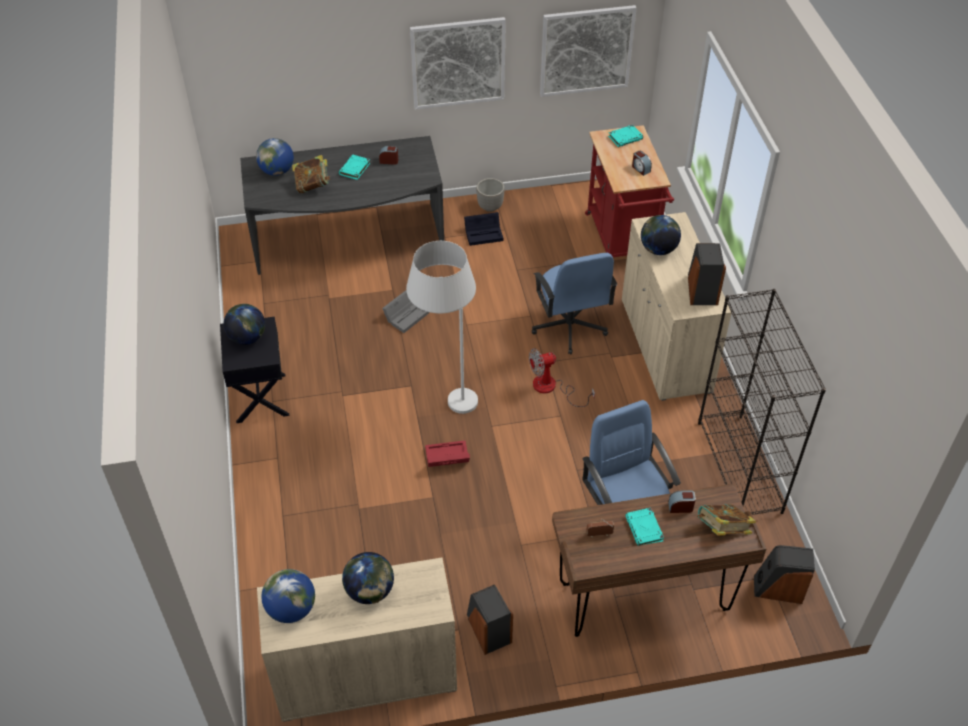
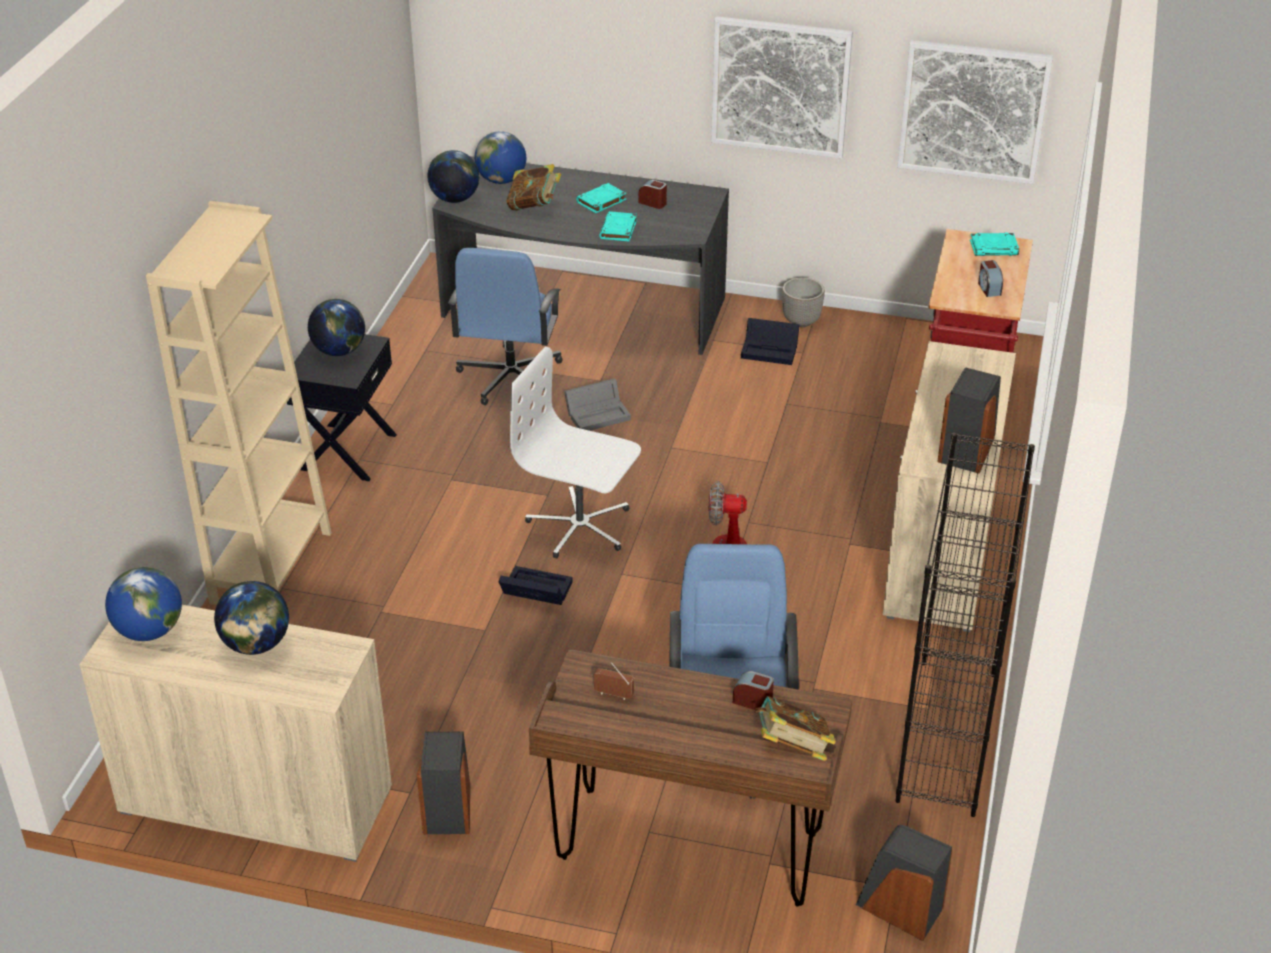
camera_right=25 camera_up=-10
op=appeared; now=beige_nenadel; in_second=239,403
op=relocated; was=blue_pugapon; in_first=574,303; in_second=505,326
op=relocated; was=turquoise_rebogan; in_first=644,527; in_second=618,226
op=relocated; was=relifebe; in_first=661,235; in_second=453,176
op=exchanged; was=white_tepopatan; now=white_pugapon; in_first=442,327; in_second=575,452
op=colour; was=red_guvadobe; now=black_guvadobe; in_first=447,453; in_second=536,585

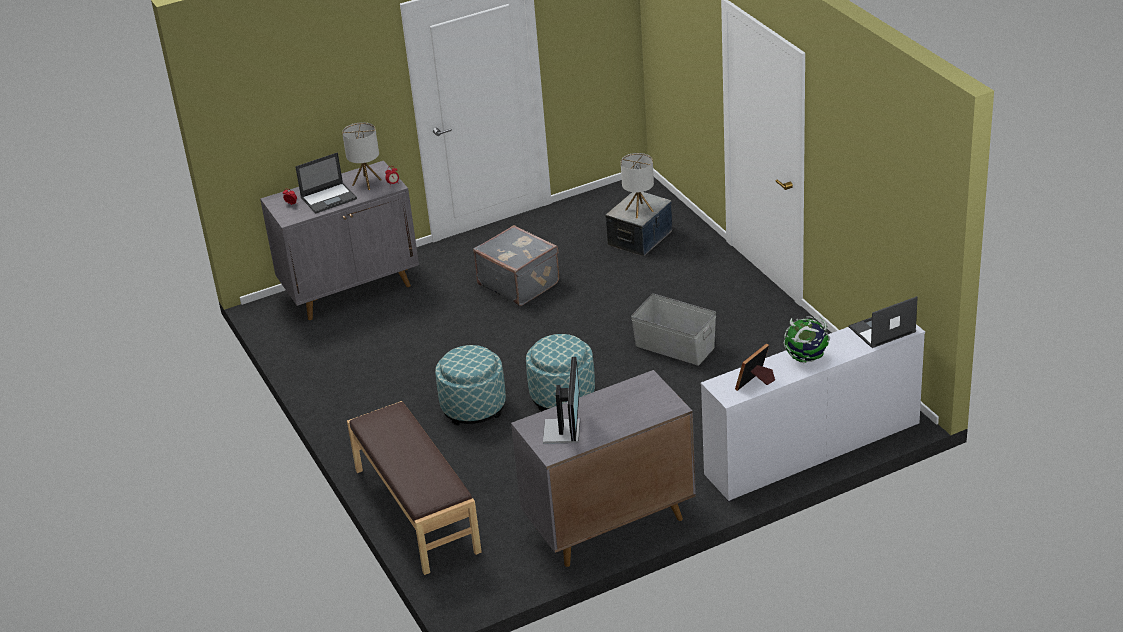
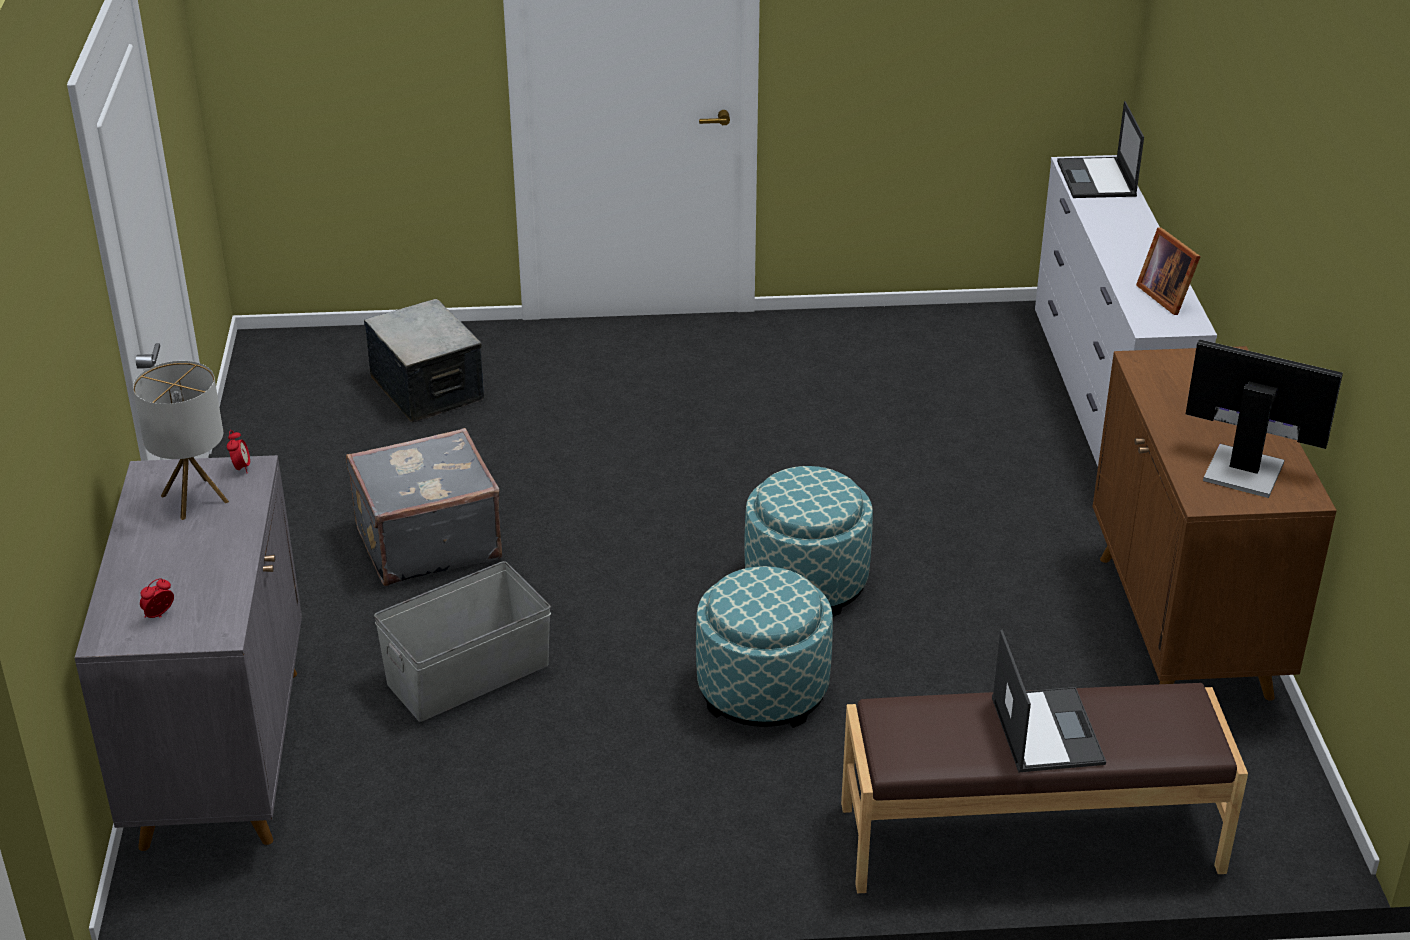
camera_right=-70 camera_up=0
op=missing; was=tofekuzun; in_first=637,186
op=missing; was=relifebe; in_first=807,339
op=relocated; was=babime; in_first=326,183; in_second=1049,701
op=relocated; was=grey_guvadobe; in_first=673,330; in_second=462,641
op=colour; was=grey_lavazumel; now=brown_lavazumel; in_first=603,468; in_second=1215,523

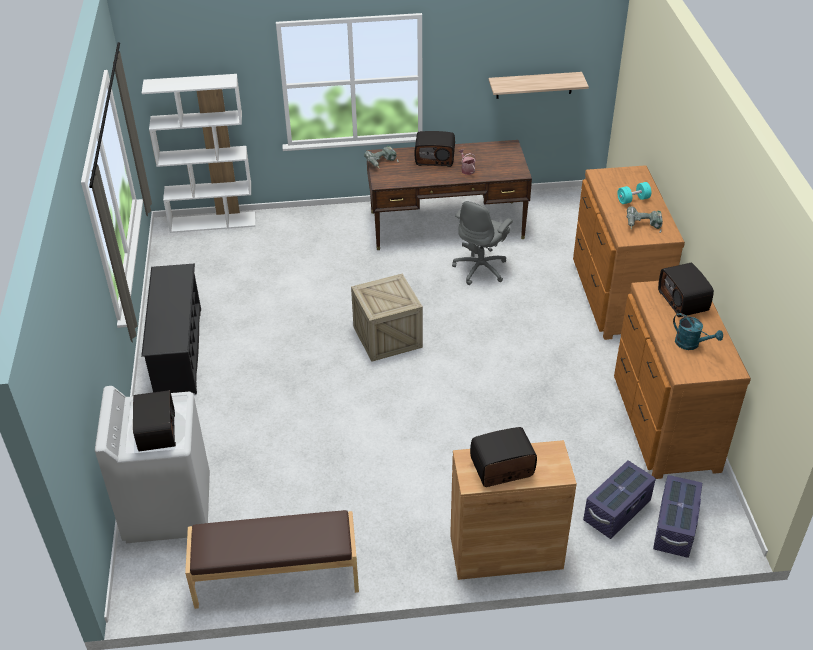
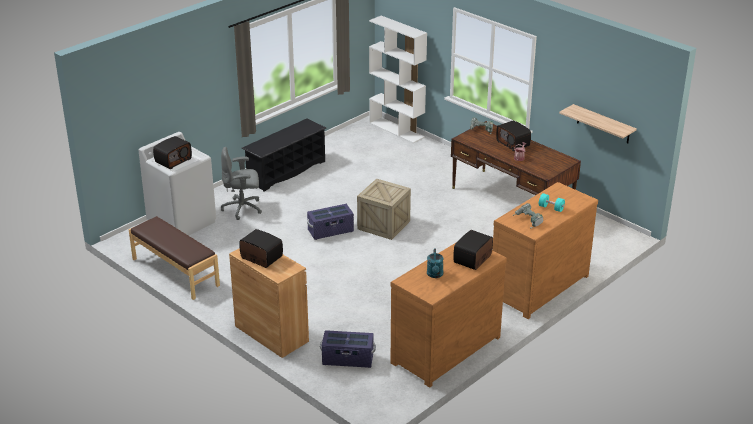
camera_right=50 camera_up=-10
op=relocated; was=grey_pugapon; in_first=482,243; in_second=241,183
op=relocated; was=purple_guvadobe; in_first=677,516; in_second=330,222

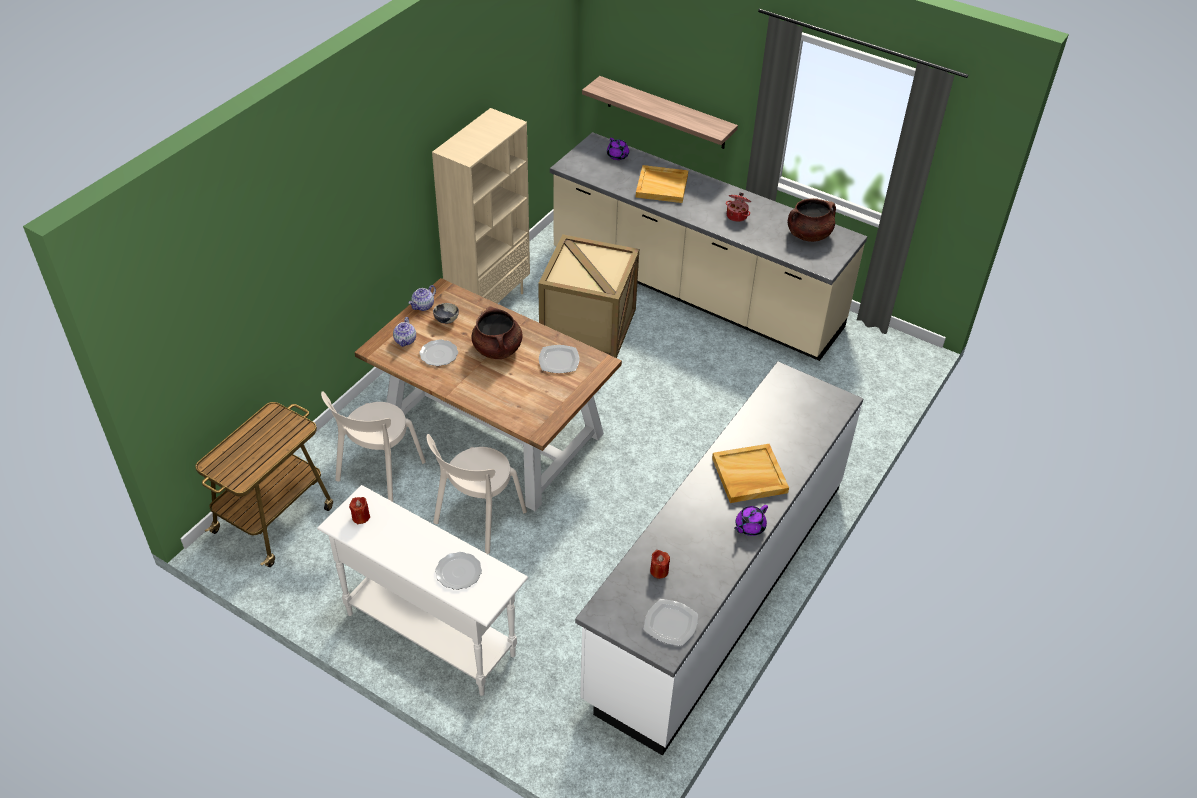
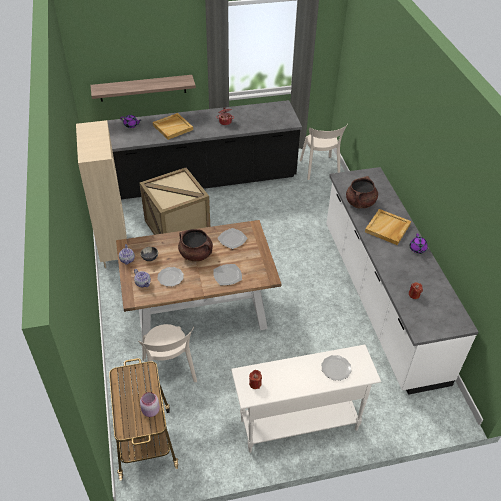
camera_right=-45 camera_up=0
op=appeared; now=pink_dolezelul; in_second=150,404
op=relocated; was=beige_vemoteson; in_first=477,494; in_second=324,152
op=relocated; was=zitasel; in_first=671,622; in_second=227,274
op=relocated; was=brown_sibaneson; in_first=812,220; in_second=362,192
op=colour; was=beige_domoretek; now=black_domoretek; in_first=708,246; in_second=204,149

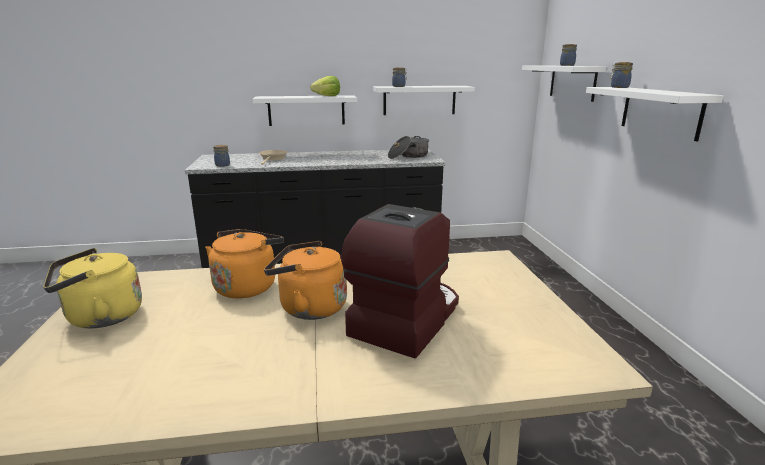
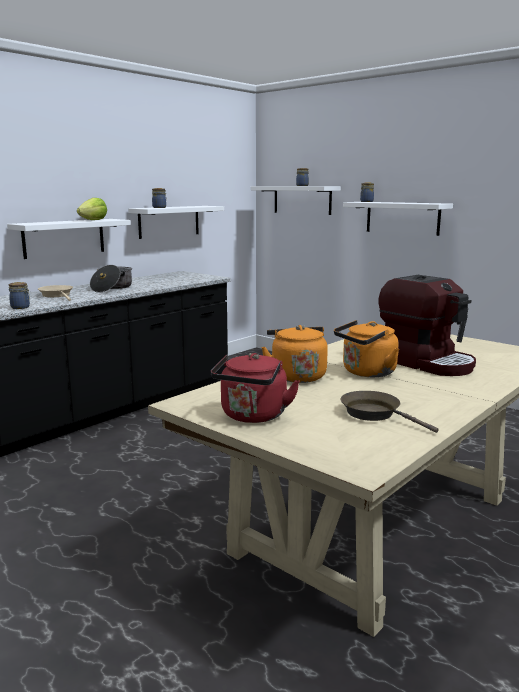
camera_right=-40 camera_up=-5
op=appeared; now=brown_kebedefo; in_second=390,412
op=relocated; was=sibaneson; in_first=408,147; in_second=111,278
op=colour; was=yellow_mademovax; now=red_mademovax; in_first=93,288; in_second=255,388
op=spun; was=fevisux; in_first=400,281; in_second=427,325; clockwise=150

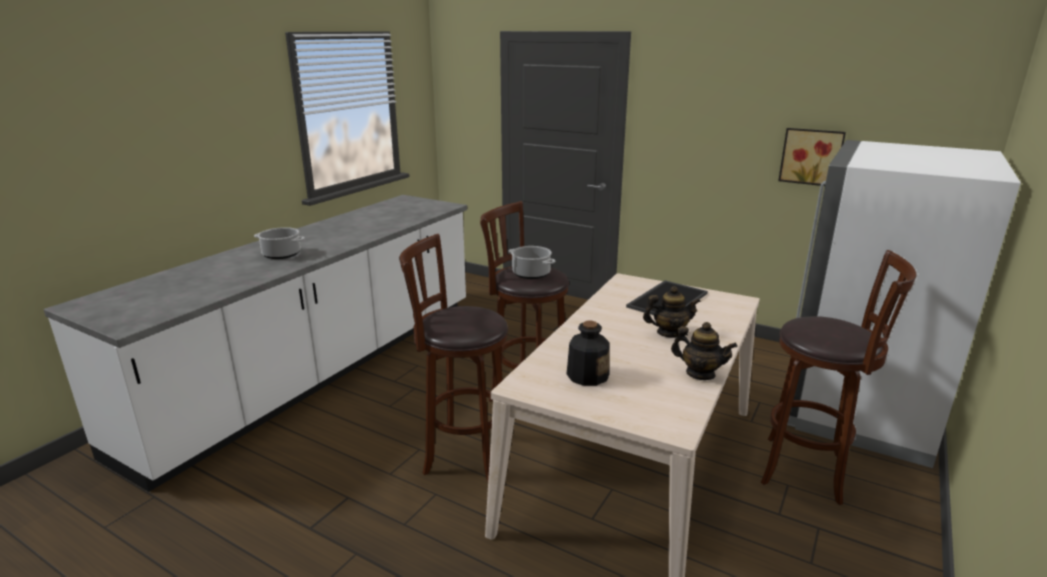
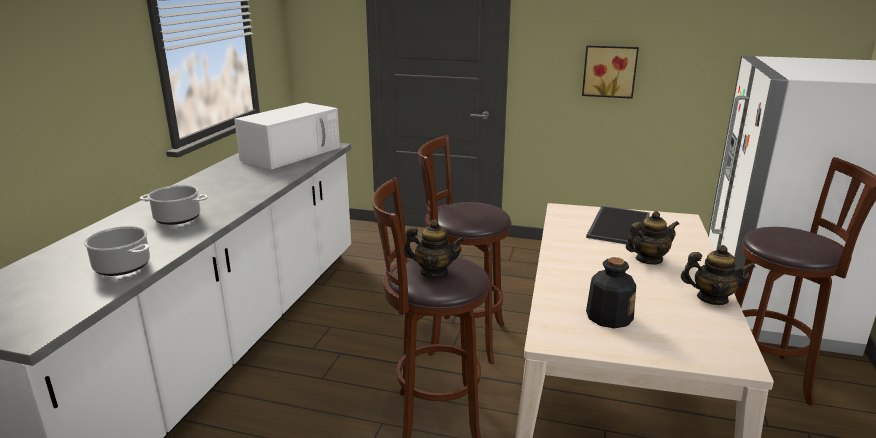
camera_right=-15 camera_up=0
op=appeared; now=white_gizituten; in_second=287,136
op=appeared; now=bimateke; in_second=434,249
op=relocated; was=sibaneson; in_first=532,262; in_second=117,251
op=relocated; was=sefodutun; in_first=812,157; in_second=610,72

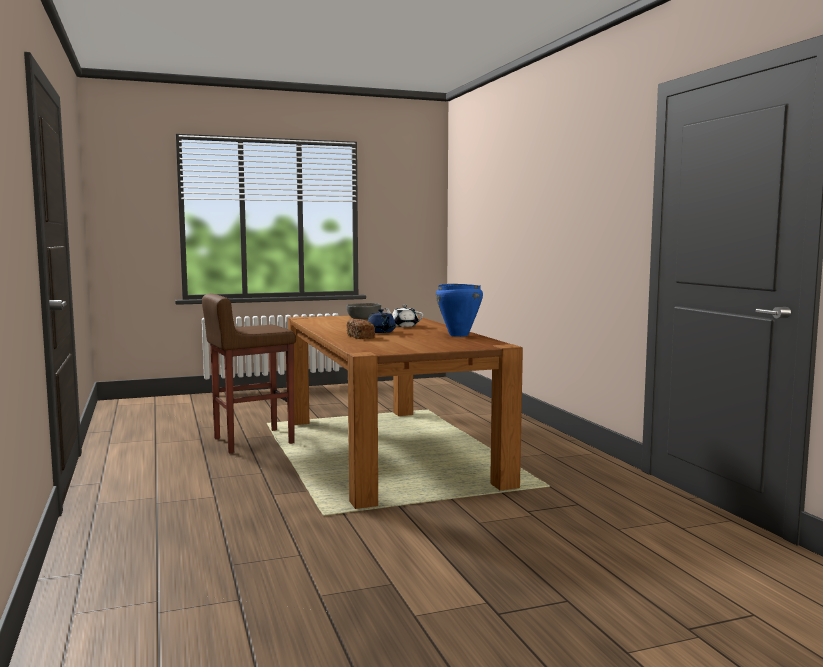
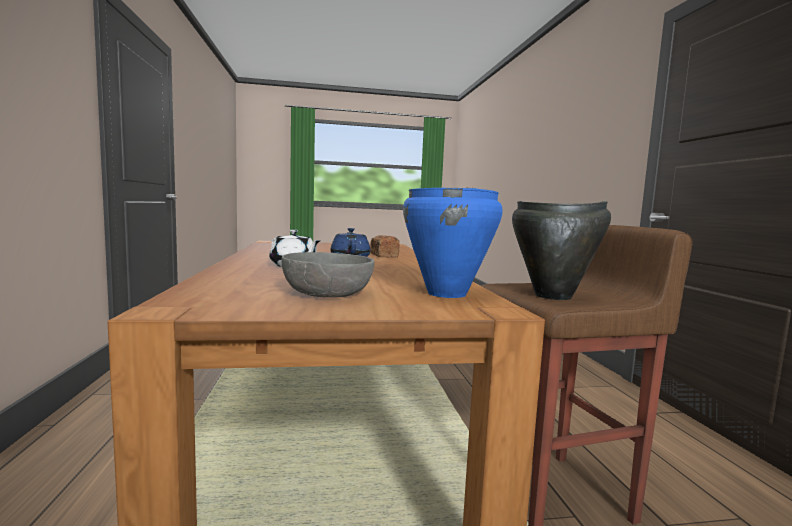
camera_right=-170 camera_up=0
op=appeared; now=black_sibaneson; in_second=561,250
op=relocated; was=blue_sibaneson; in_first=459,310; in_second=453,242

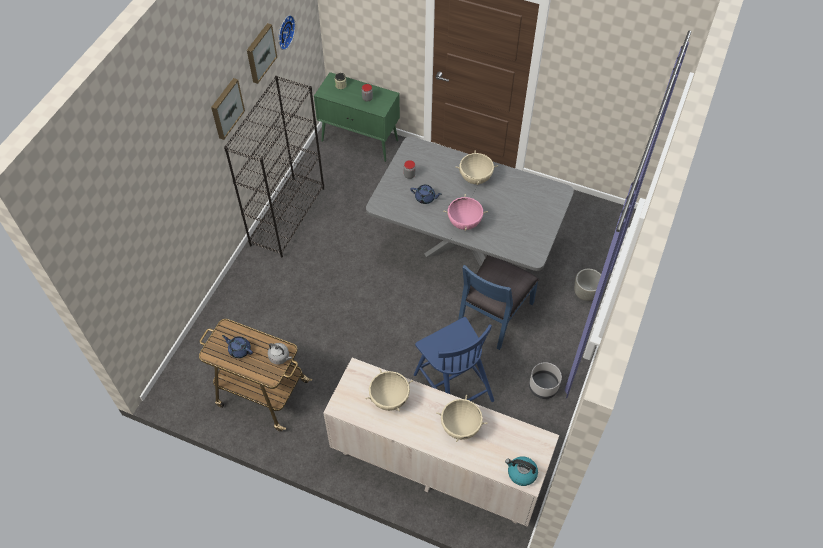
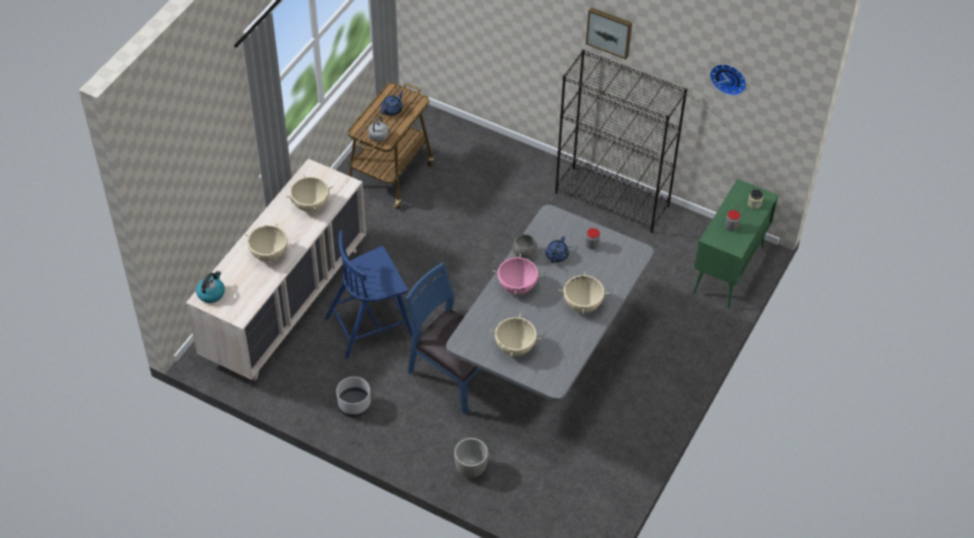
camera_right=95 camera_up=-5
op=missing; was=sefodutun; in_first=262,53
op=appeared; now=beige_sibaneson; in_second=516,335
op=appeared; now=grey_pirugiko; in_second=525,246

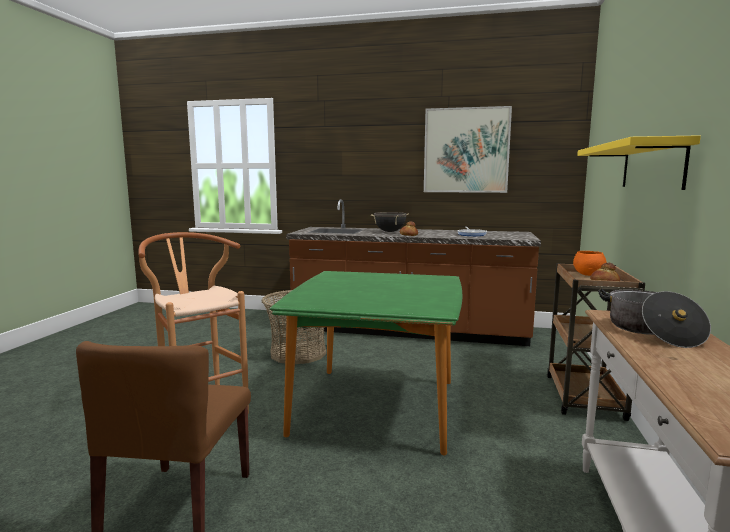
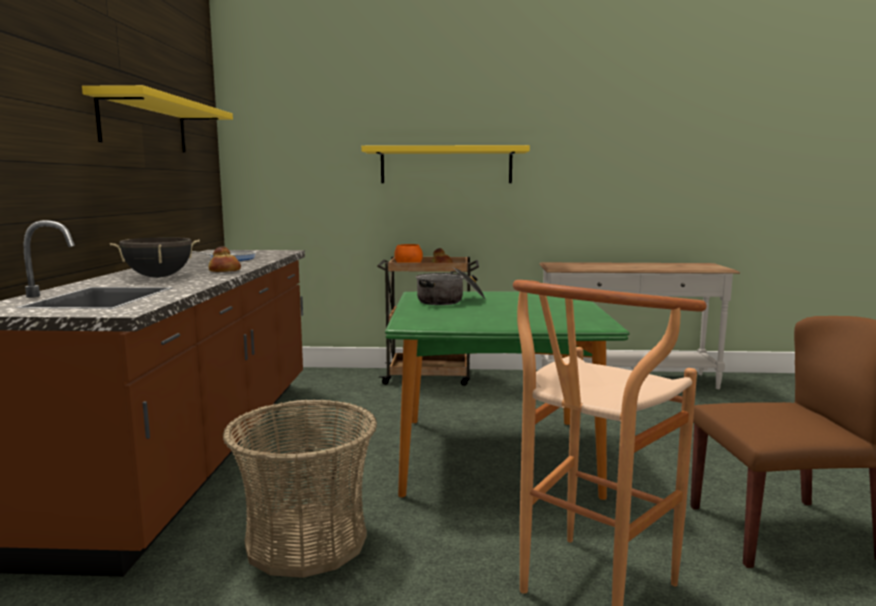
camera_right=-100 camera_up=0
op=relocated; was=sibaneson; in_first=654,318; in_second=451,286
op=exchanged; was=sefodutun; now=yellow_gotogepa; in_first=468,149; in_second=157,119

